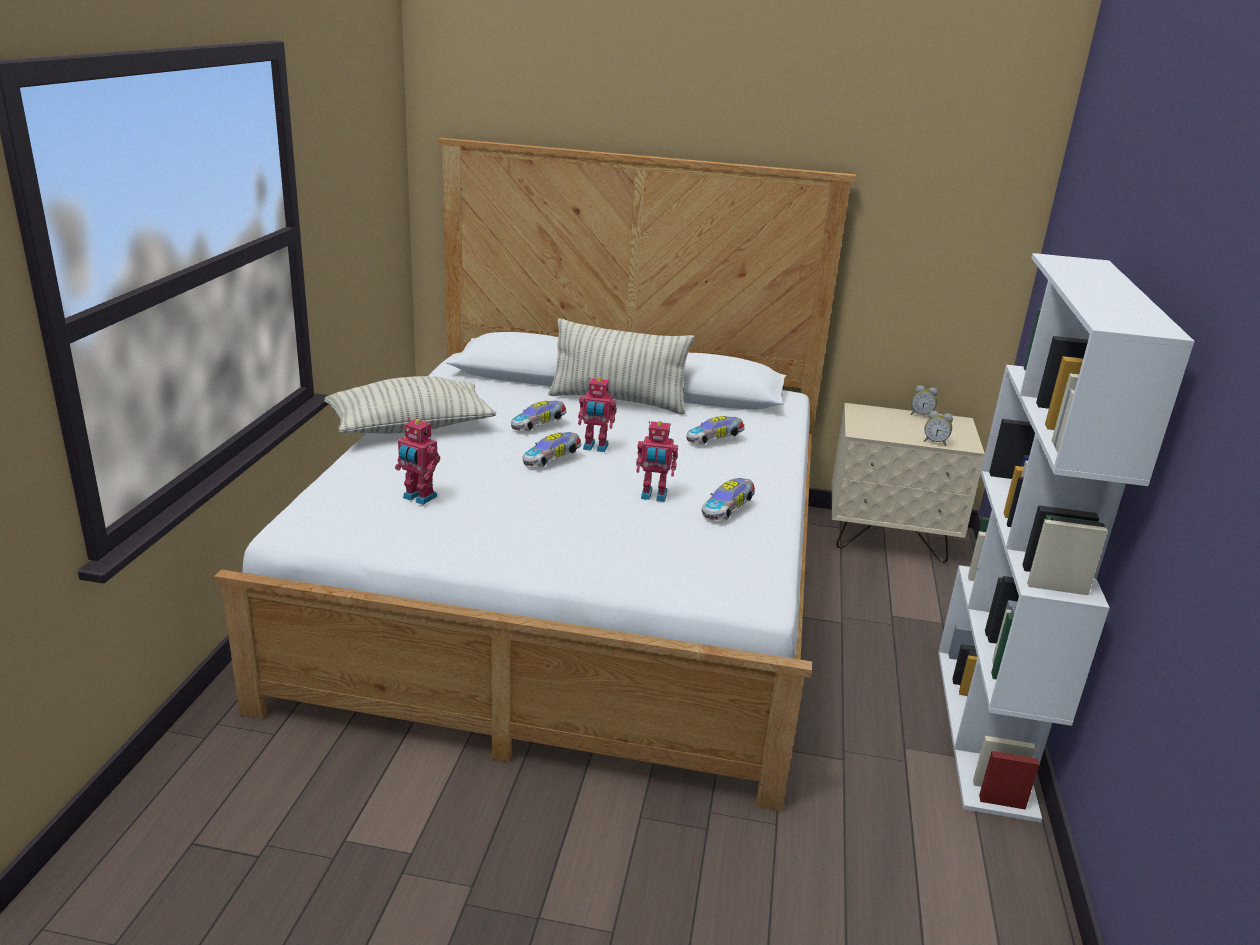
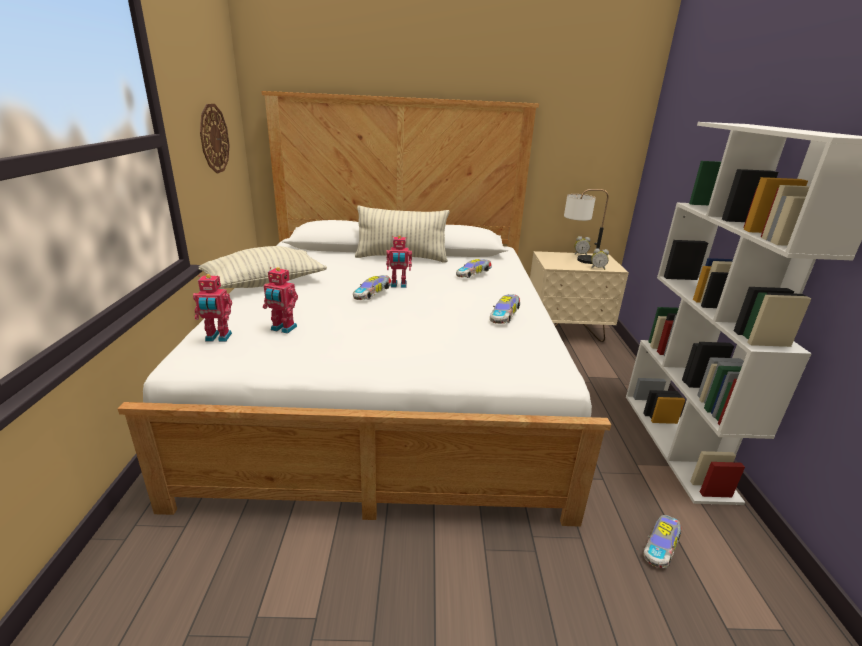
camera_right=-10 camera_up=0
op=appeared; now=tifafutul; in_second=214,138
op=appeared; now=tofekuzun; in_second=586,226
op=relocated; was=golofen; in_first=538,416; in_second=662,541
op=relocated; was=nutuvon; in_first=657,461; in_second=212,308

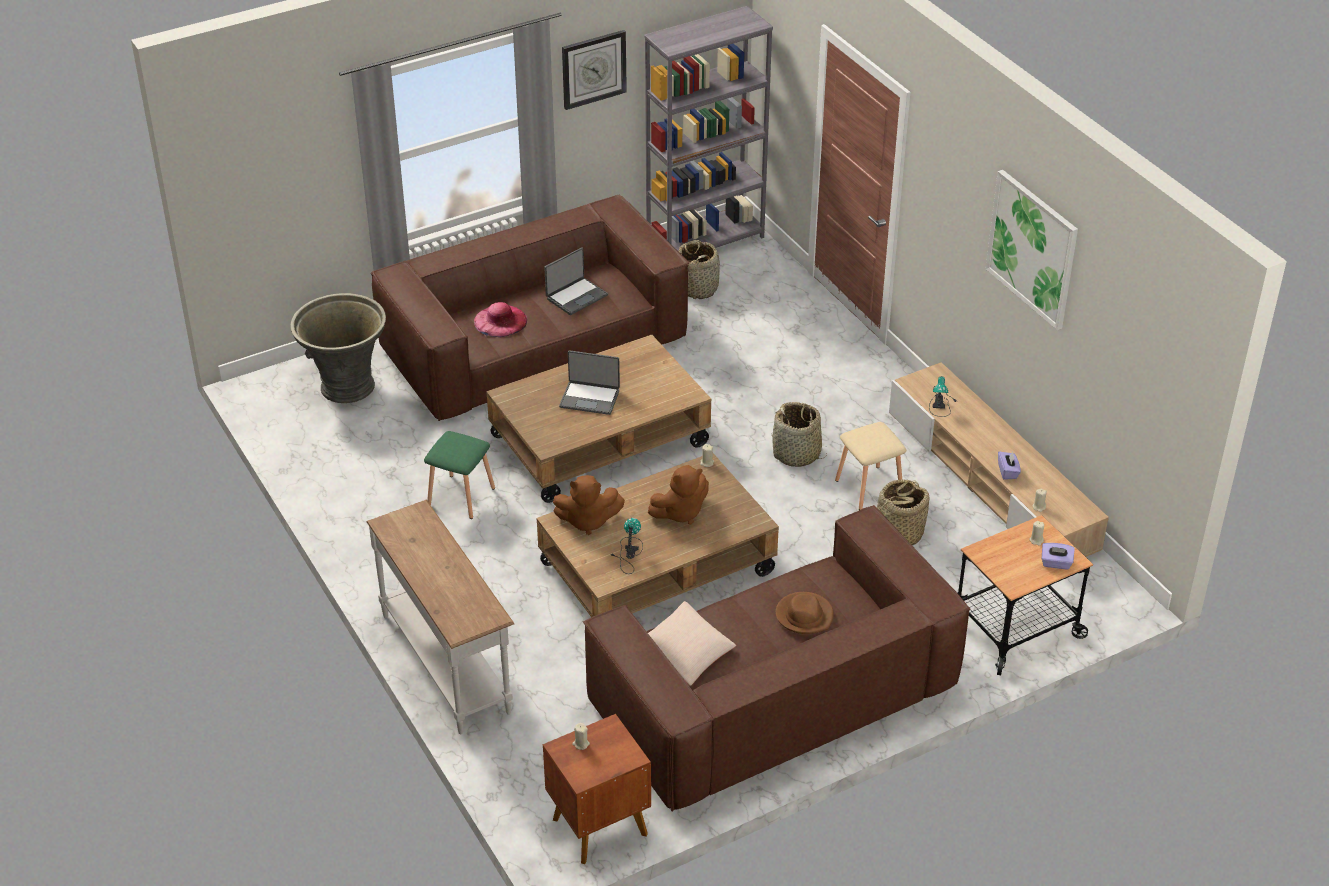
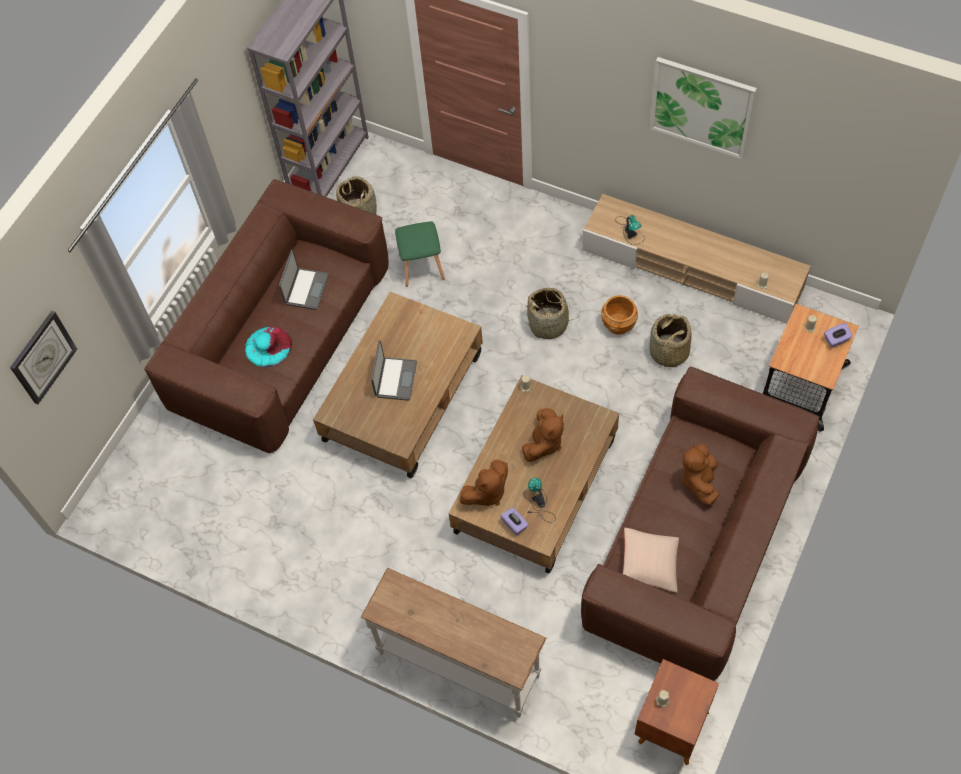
camera_right=-30 camera_up=20
op=missing; was=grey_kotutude; in_first=338,348
op=relocated; was=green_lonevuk; in_first=459,475; in_second=420,254
op=relocated; was=tifafutul; in_first=594,70; in_second=43,357
op=relocated; was=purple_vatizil; in_first=1009,465; in_second=515,522
op=exchanged; was=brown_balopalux; now=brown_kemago; in_first=805,613; in_second=700,474
op=exchanged; was=beige_lonevuk; now=brown_kotutude; in_first=870,466; in_second=619,315
op=colour; was=pink_balopalux; now=turquoise_balopalux; in_first=500,319; in_second=268,347
op=spun; was=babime; in_first=589,382; in_second=394,370; clockwise=-60

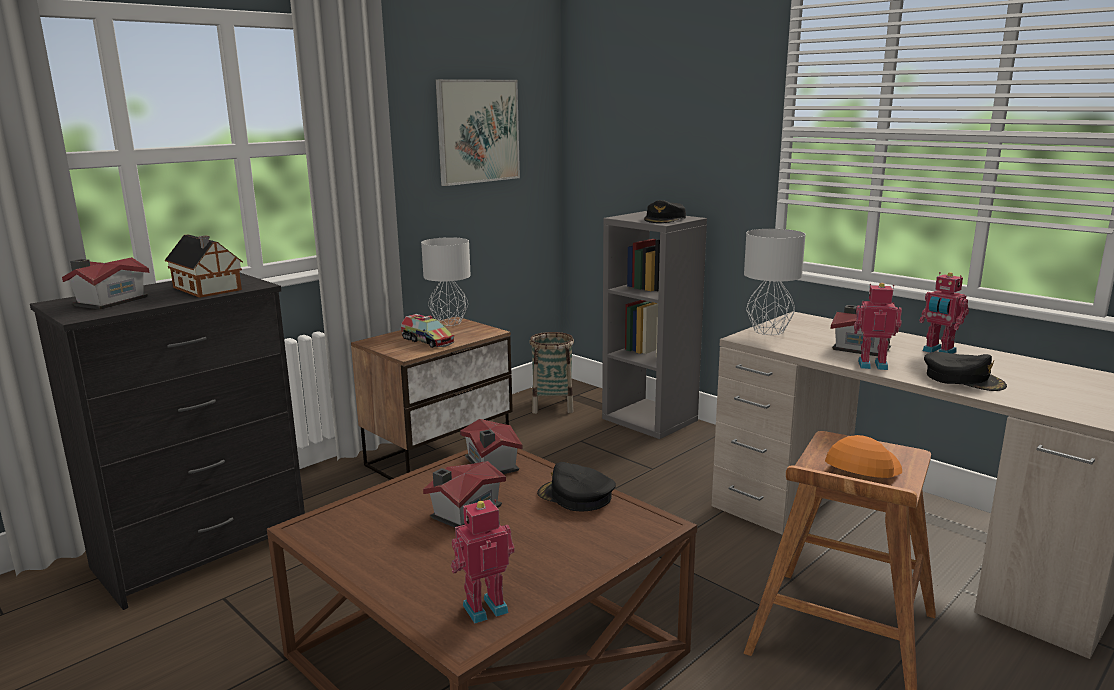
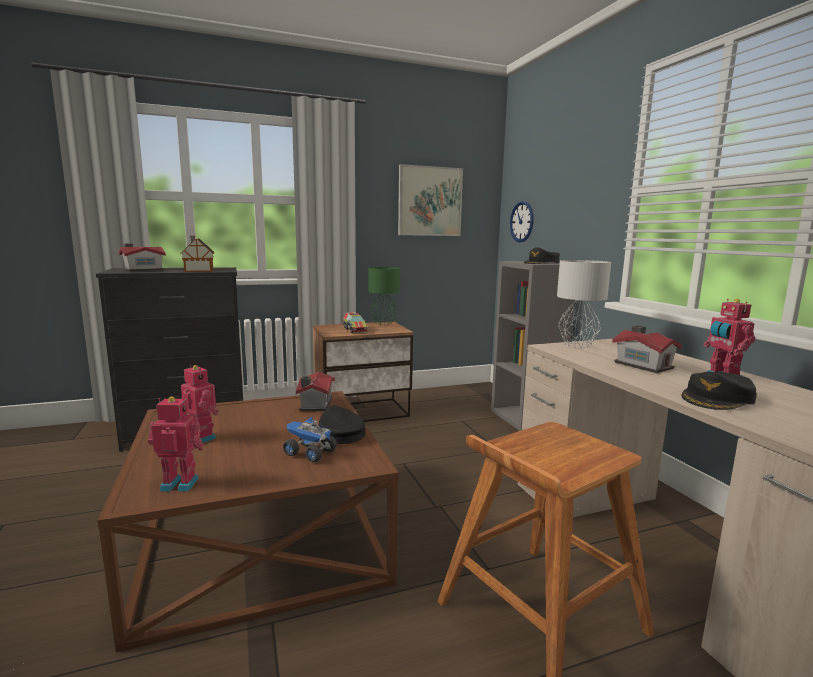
camera_right=25 camera_up=-5
op=missing; was=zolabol; in_first=464,494
op=missing; was=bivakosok; in_first=551,373
op=missing; was=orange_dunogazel; in_first=863,456
op=appeared; now=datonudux; in_second=310,440
op=appeared; now=tifafutul; in_second=522,221
op=relocated; was=nutuvon; in_first=878,326; in_second=200,404
op=colour; was=grey_tofekuzun; now=green_tofekuzun; in_first=446,281; in_second=384,296
op=spun; was=black_dunogazel; in_first=965,371; in_second=719,391; clockwise=75

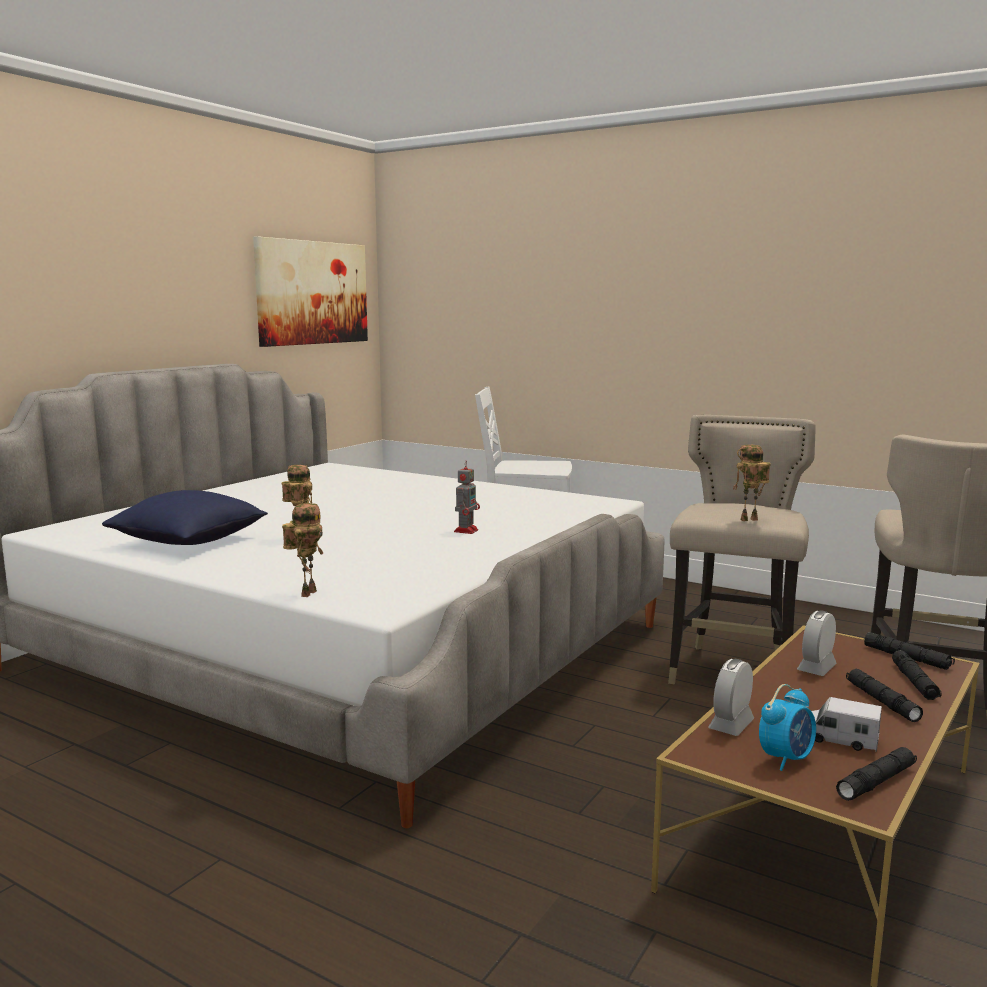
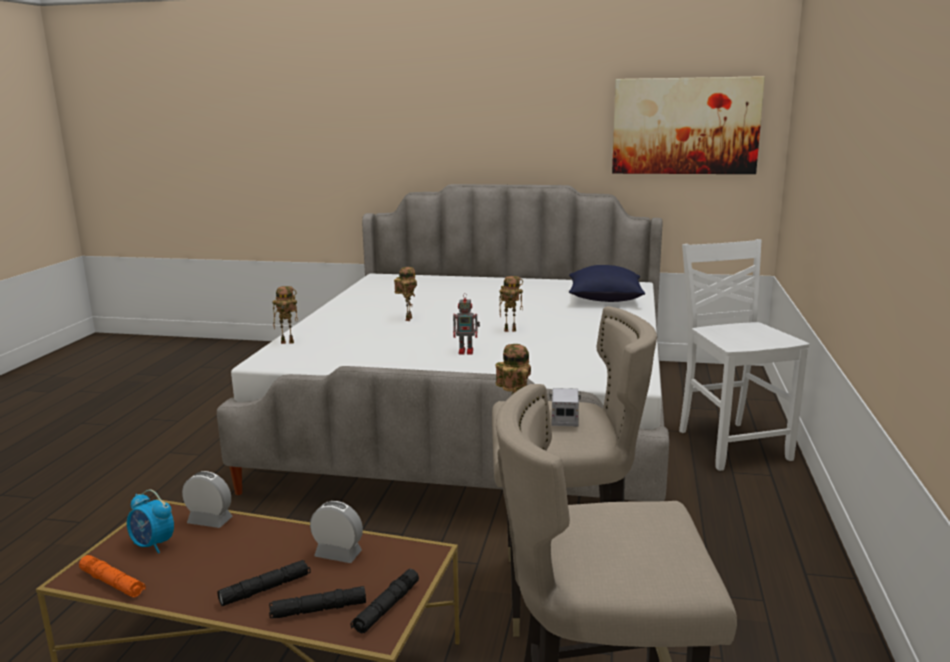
camera_right=70 camera_up=5
op=appeared; now=nutuvon; in_second=511,304
op=relocated; was=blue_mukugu; in_first=185,517; in_second=607,283
op=relocated; was=datonudux; in_first=847,724; in_second=565,407
op=colour; was=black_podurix; now=orange_podurix; in_first=876,774; in_second=112,576

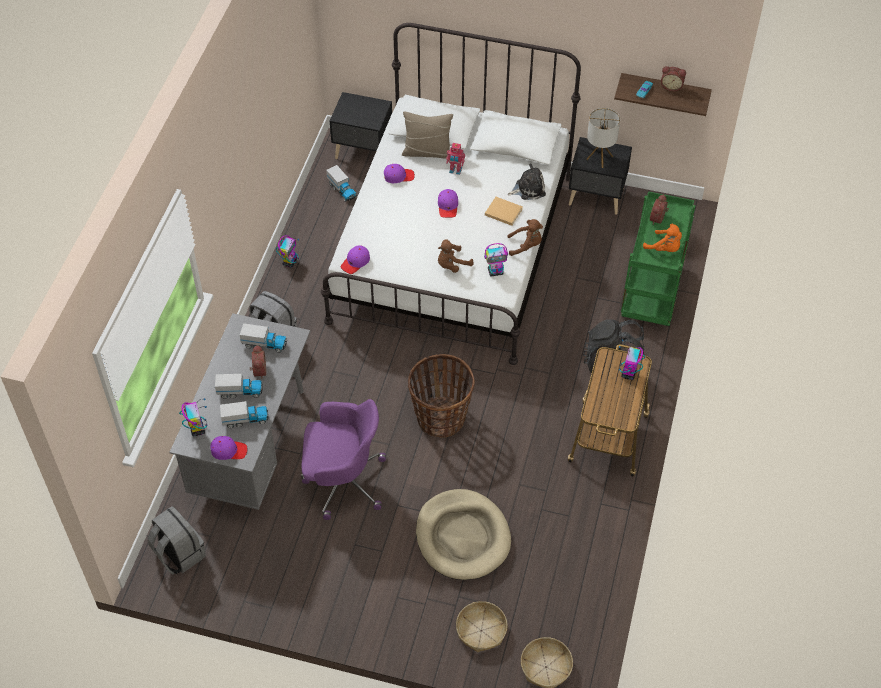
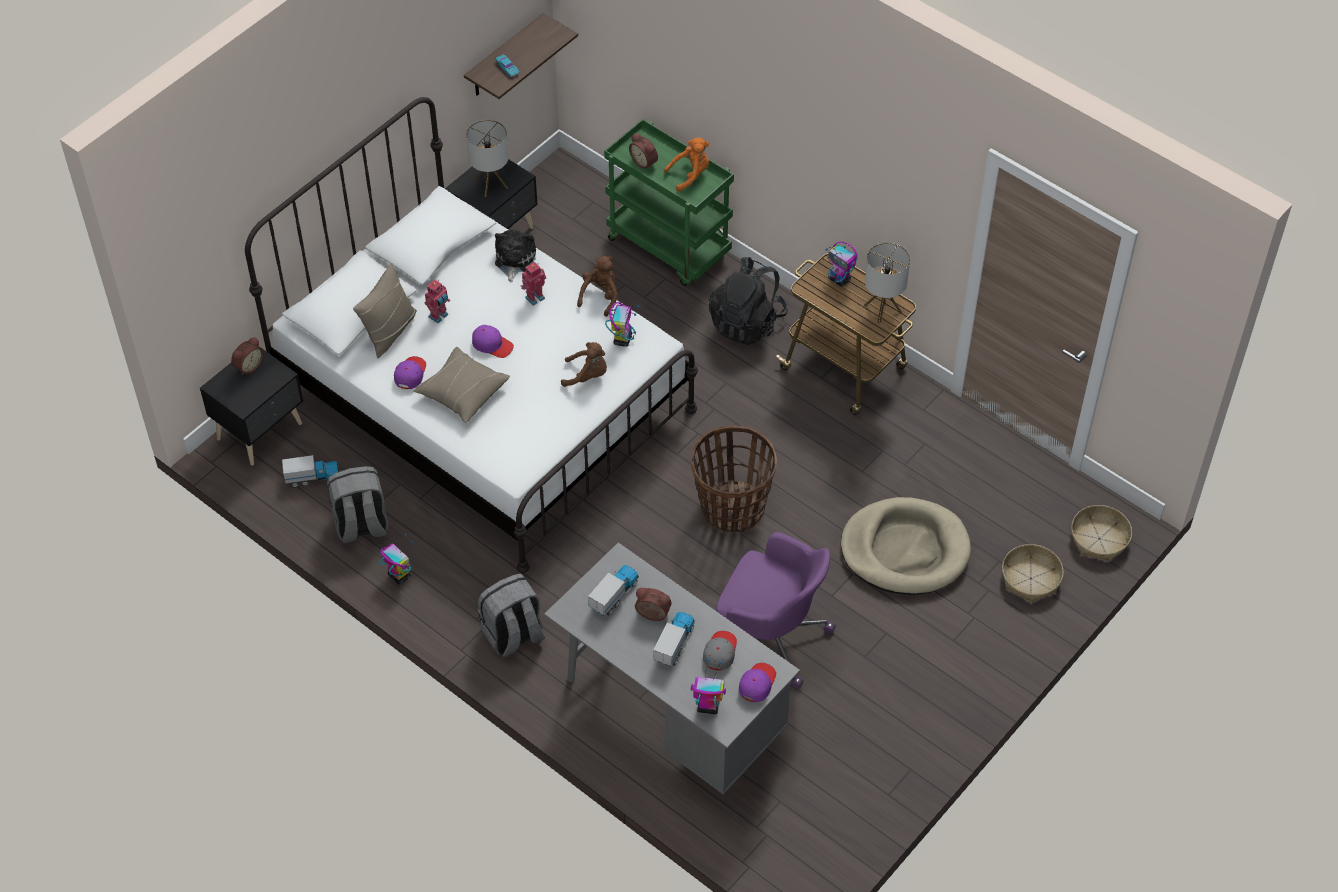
camera_right=-65 camera_up=0
op=missing; was=purple_dunogazel; in_first=355,259
op=appeared; now=beige_mukugu; in_second=461,385
op=appeared; now=tofekuzun; in_second=887,282
op=relocated; was=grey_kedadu; in_first=177,540; in_second=357,504
op=relocated; was=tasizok; in_first=673,78; in_second=247,356
op=exchanged; was=datonudux; now=grey_dunogazel; in_first=244,414; in_second=720,650
op=exchanged; was=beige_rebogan; now=nutuvon; in_first=504,211; in_second=533,284
op=spun; was=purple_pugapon; in_first=343,459; in_second=776,610; clockwise=90
op=spun; was=brown_kemago; in_first=456,256; in_second=584,364; clockwise=-75

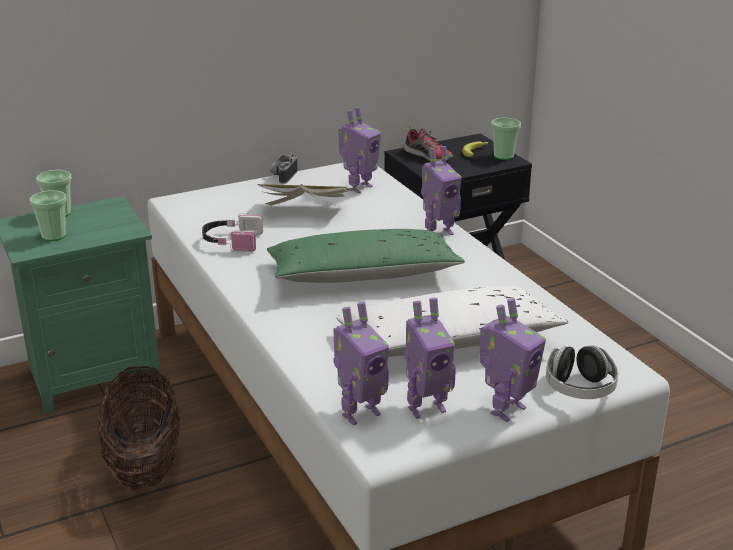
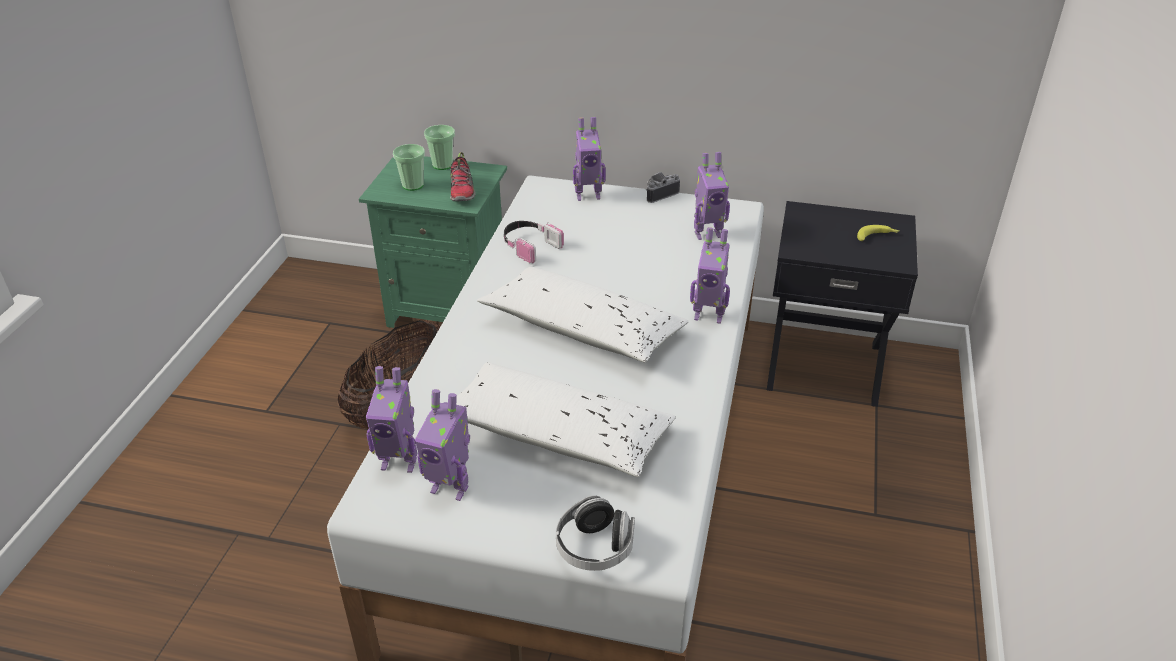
camera_right=40 camera_up=10
op=missing; was=rebogan; in_first=303,196
op=missing; was=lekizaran; in_first=506,139
op=relocated; was=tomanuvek; in_first=428,143; in_second=463,176
op=relocated; was=nutuvon; in_first=512,360; in_second=589,159
op=colour; was=green_mukugu; now=white_mukugu; in_first=366,256; in_second=583,315

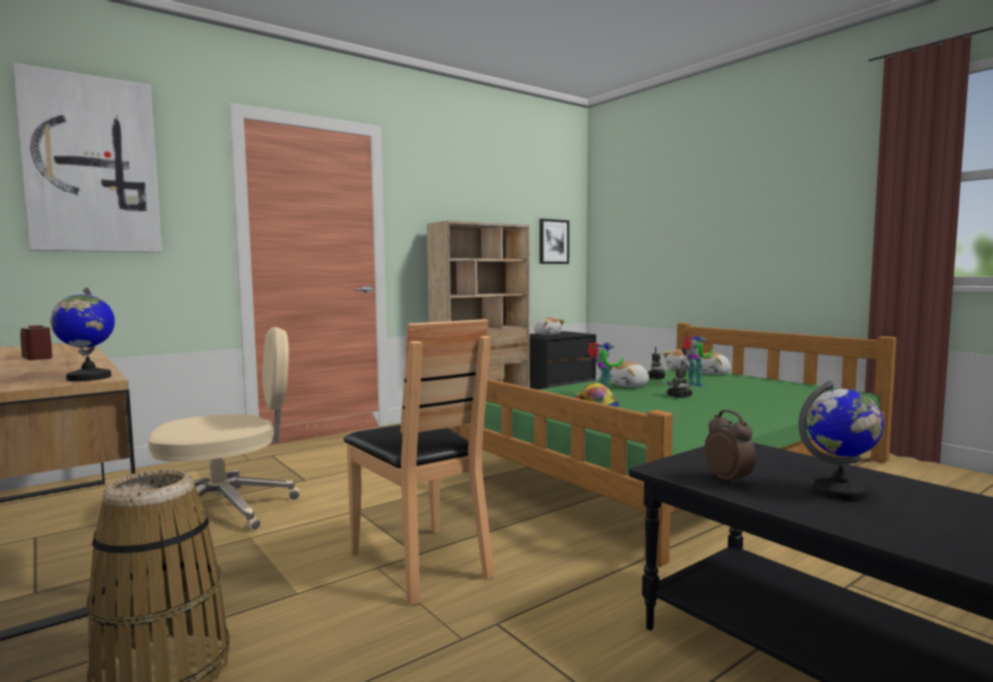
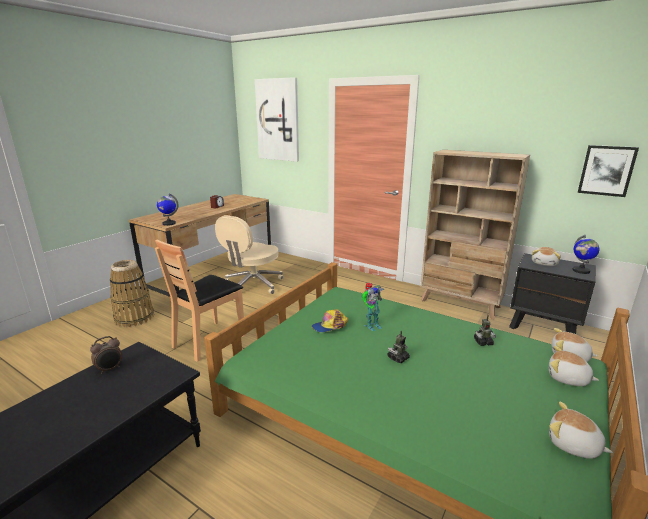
camera_right=70 camera_up=15
op=missing; was=nutuvon; in_first=696,361
op=relocated; was=kemago; in_first=629,374; in_second=581,430
op=relocated; was=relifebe; in_first=841,440; in_second=585,254
op=spun; was=beige_pugapon; in_first=224,429; in_second=249,254; clockwise=75

